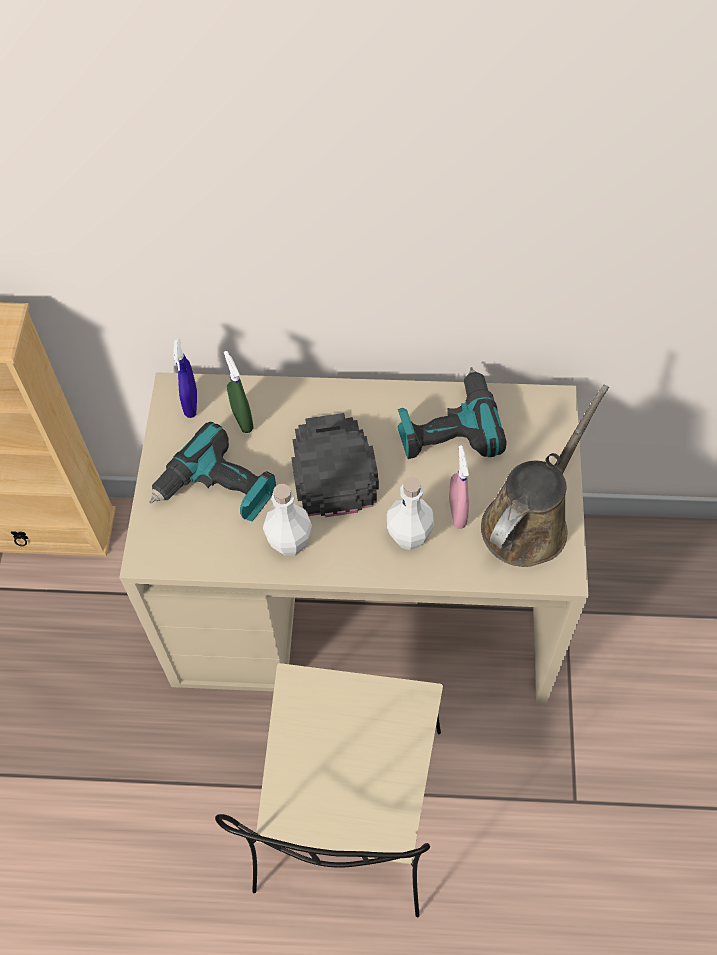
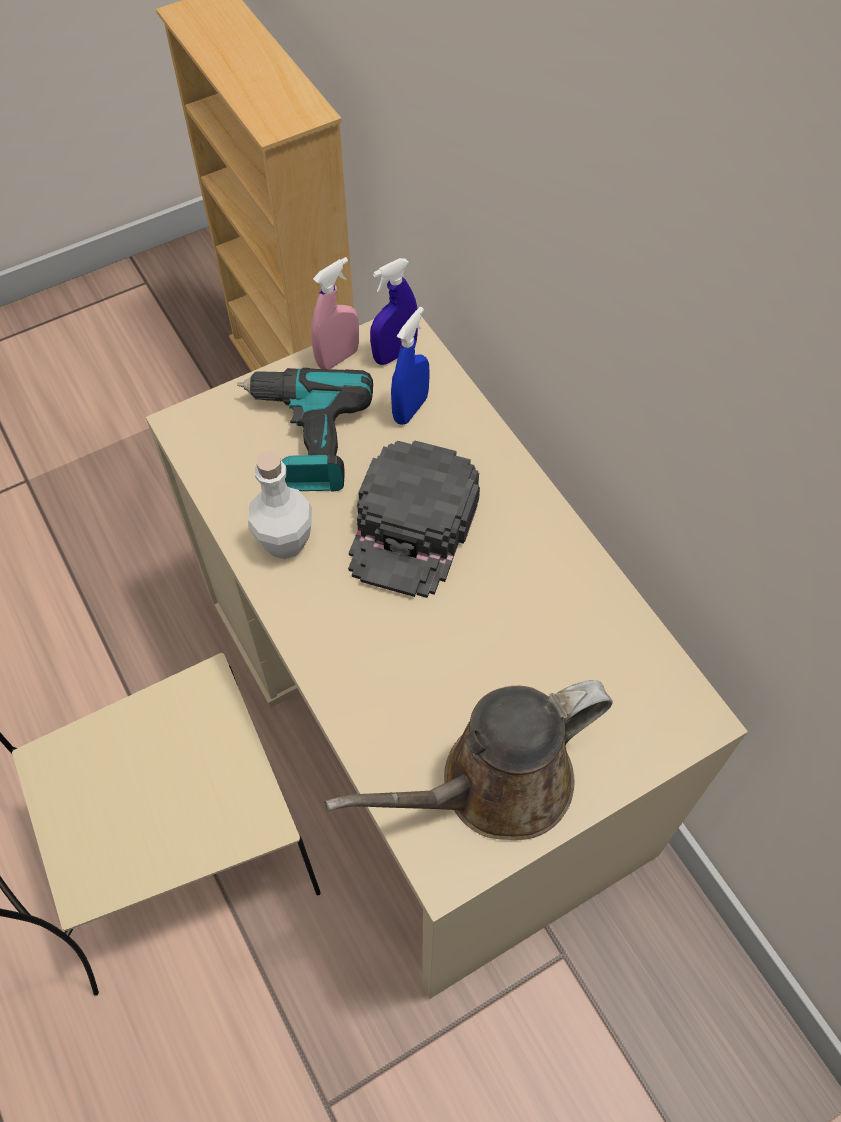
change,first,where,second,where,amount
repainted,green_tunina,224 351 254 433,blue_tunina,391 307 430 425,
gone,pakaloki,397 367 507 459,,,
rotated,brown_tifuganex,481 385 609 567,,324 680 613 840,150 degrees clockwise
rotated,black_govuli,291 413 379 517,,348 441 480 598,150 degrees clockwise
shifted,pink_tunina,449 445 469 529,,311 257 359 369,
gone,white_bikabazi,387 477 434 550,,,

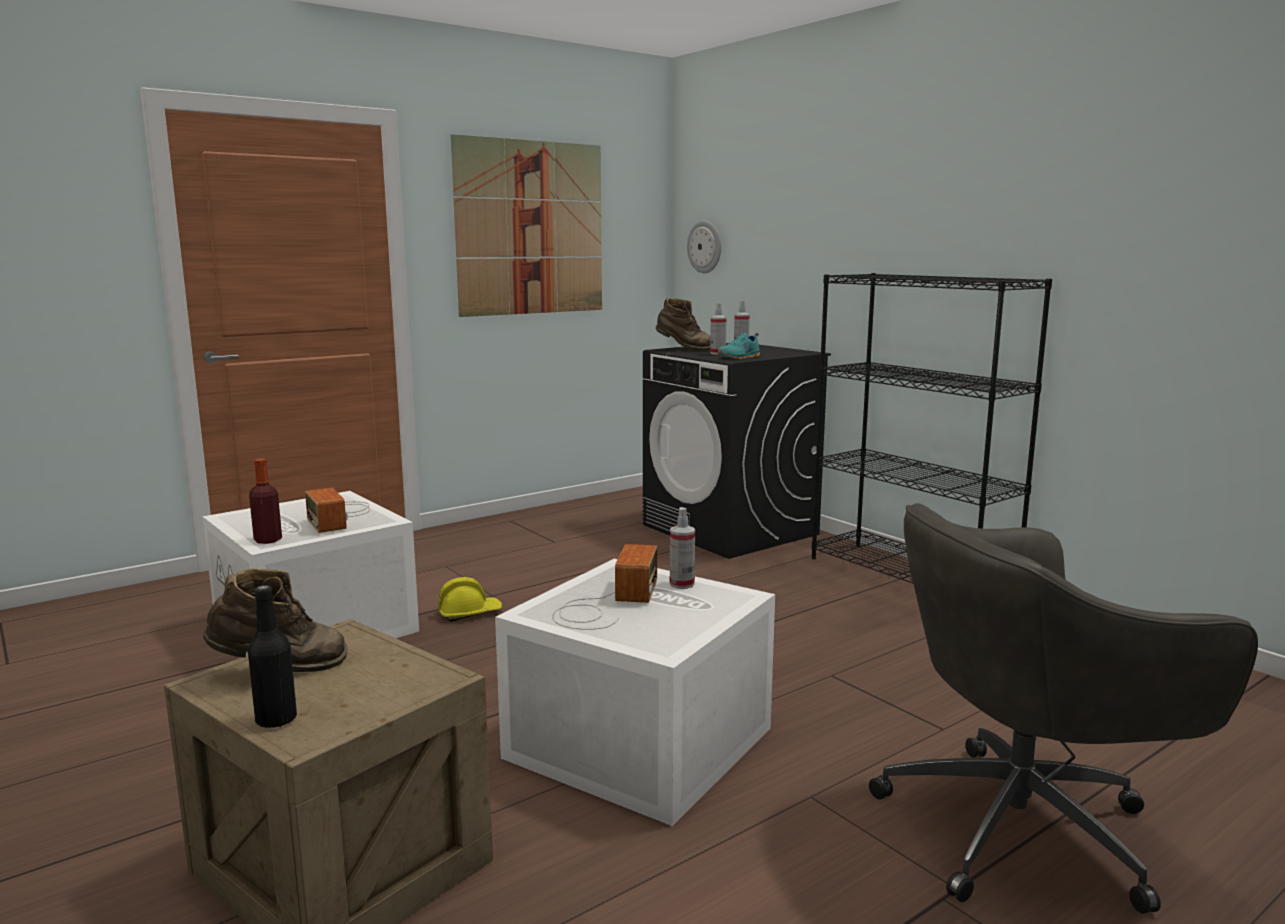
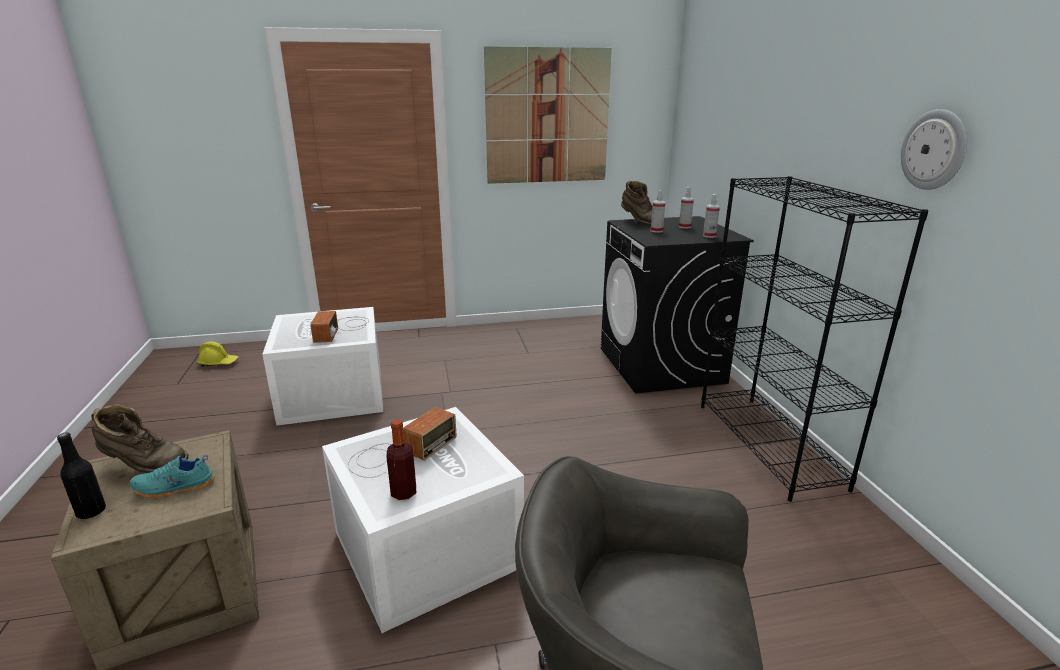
change,first,where,second,where,amount
shifted,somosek,687 220 721 273,,901 109 967 190,
shifted,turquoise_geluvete,718 333 760 359,,130 455 215 498,
shifted,bikabazi,249 458 282 544,,386 419 416 500,
shifted,tunina,670 507 695 589,,703 194 720 238,
shifted,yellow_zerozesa,438 577 502 622,,197 342 239 367,

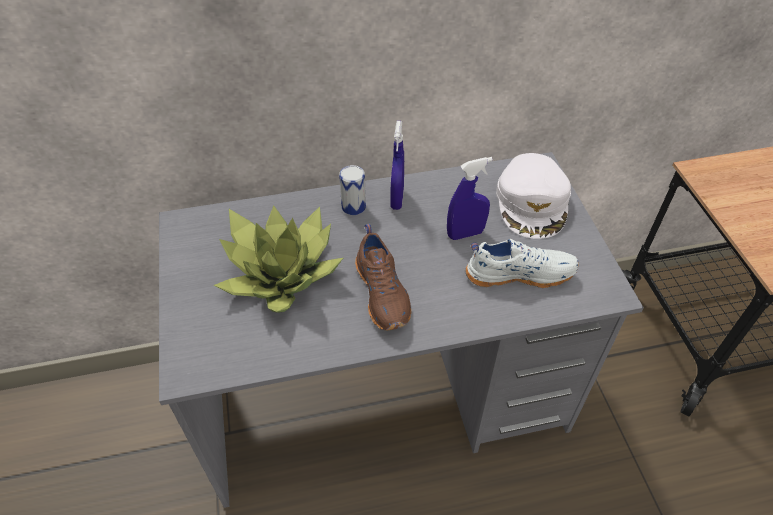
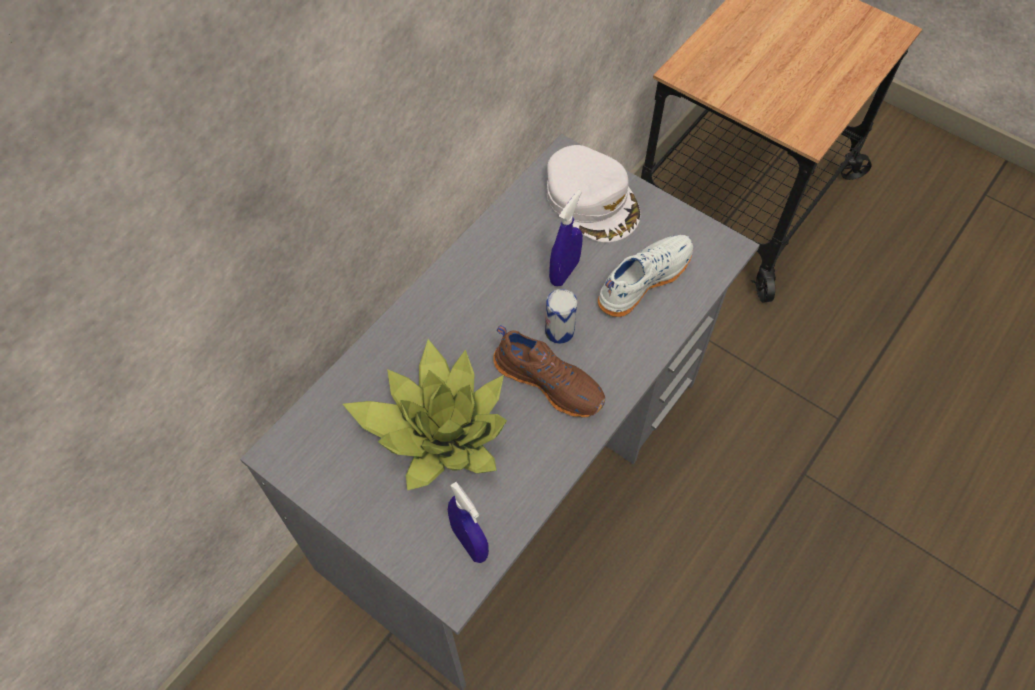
change,first,where,second,where,amount
shifted,blue_tunina,390 121 404 210,,448 482 489 563,
shifted,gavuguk,339 165 366 215,,545 289 577 344,

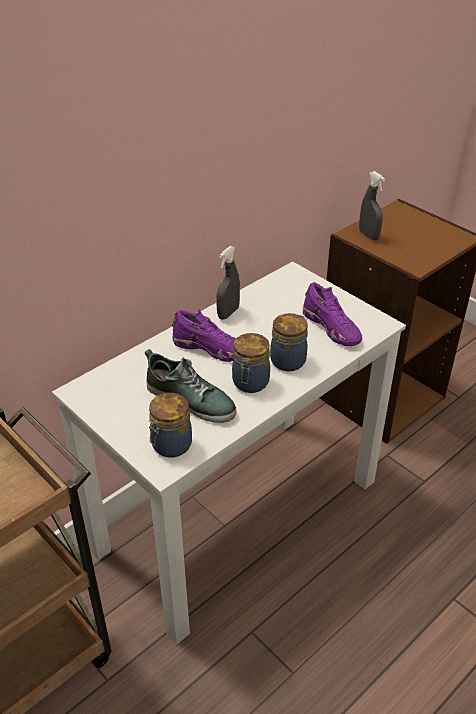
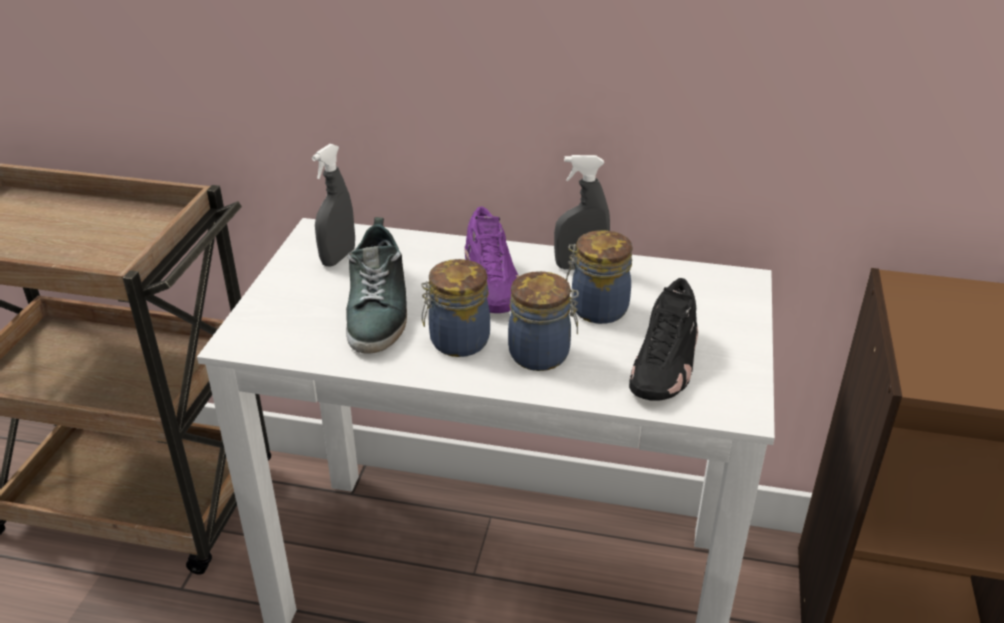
change,first,where,second,where,amount
shifted,grey_tunina,359 171 385 240,,312 144 355 267,
repainted,purple_geluvete,303 282 362 346,black_geluvete,629 278 698 401,
shifted,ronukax,149 393 192 458,,566 230 632 324,

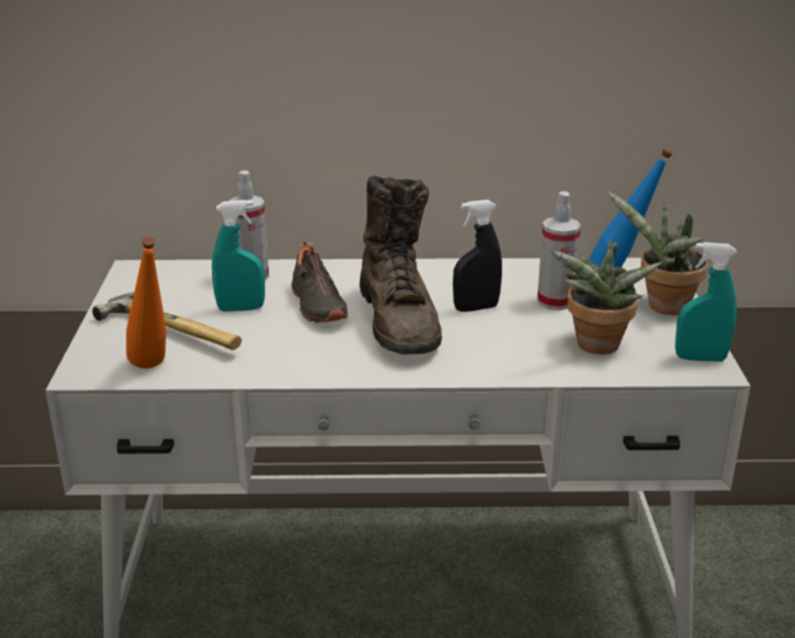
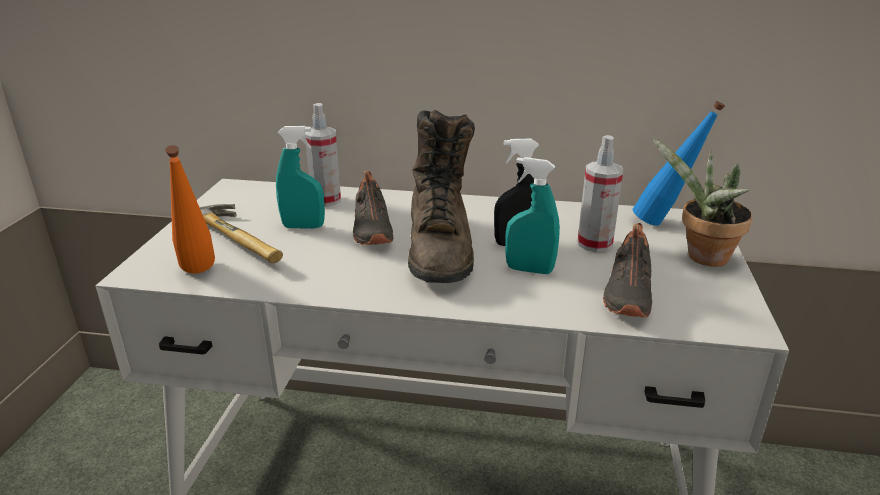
change,first,where,second,where,amount
swapped,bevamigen,550 240 662 355,black_geluvete,603 223 652 317,
shifted,turquoise_tunina,675 242 737 362,,505 157 560 274,

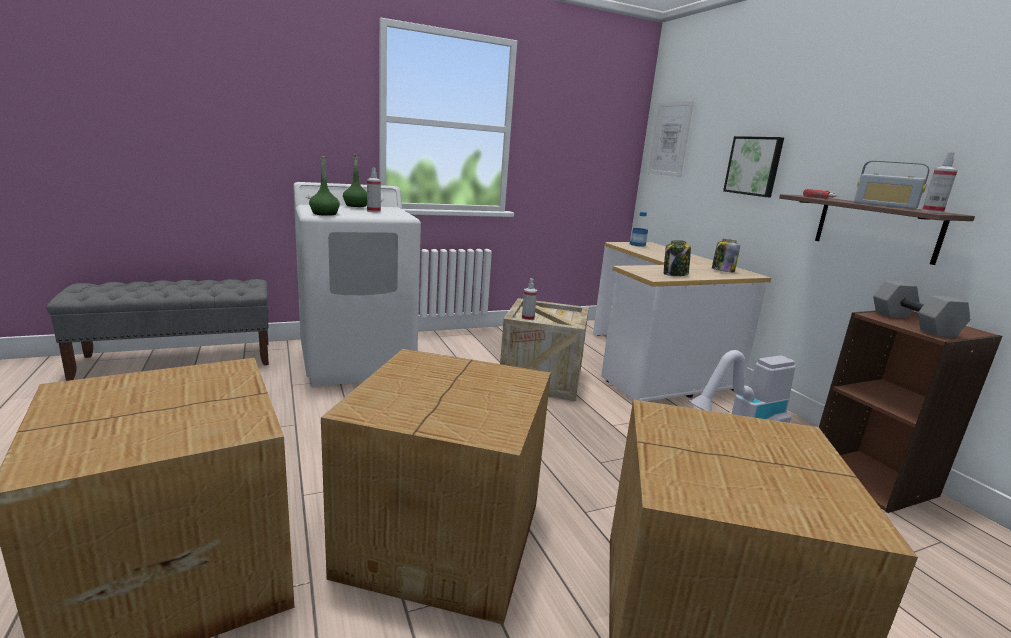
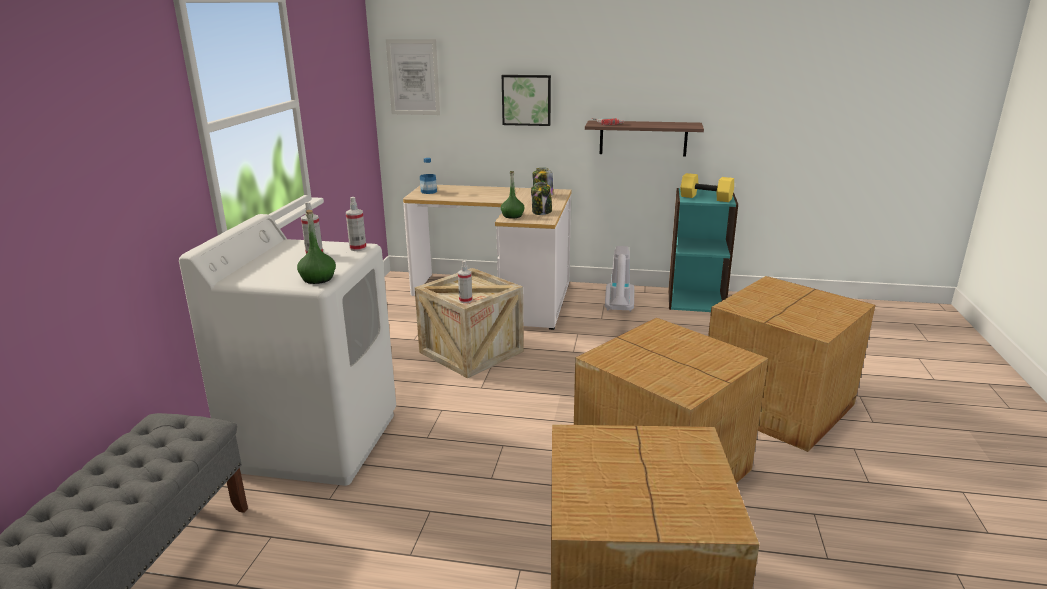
change,first,where,second,where,amount
shifted,tunina,922 152 958 213,,346 197 367 251,
shifted,green_bikabazi,343 155 367 207,,501 171 524 219,
gone,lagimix,854 161 930 209,,,
repainted,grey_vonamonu,873 281 970 337,yellow_vonamonu,680 173 734 202,
repainted,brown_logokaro,819 311 1003 513,turquoise_logokaro,668 188 738 312,

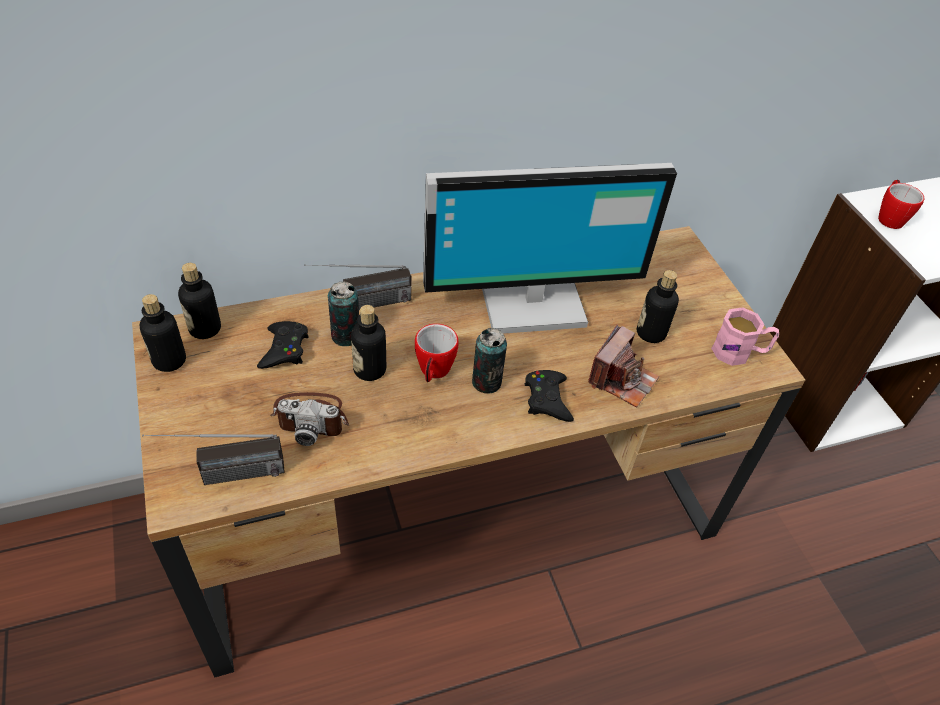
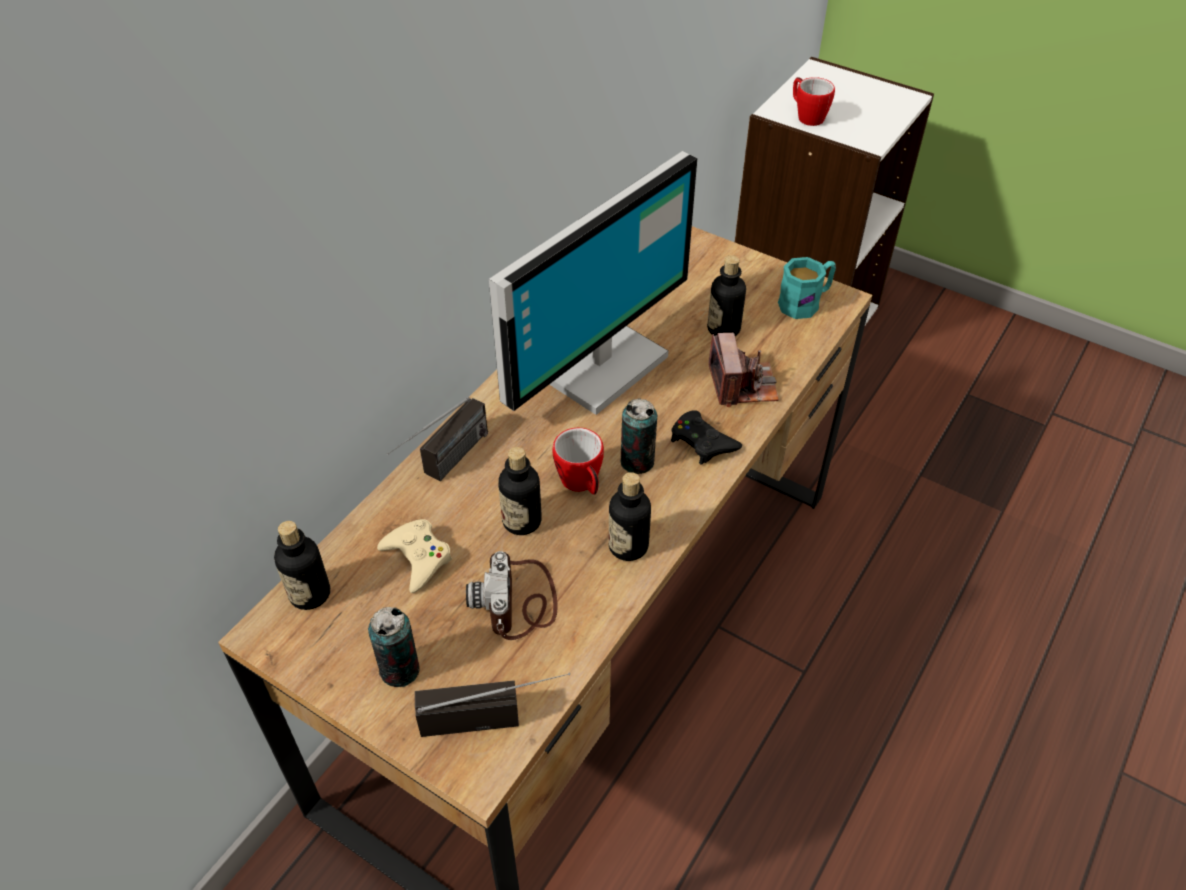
change,first,where,second,where,amount
shifted,gavuguk,327 282 359 346,,368 607 420 687,
shifted,bikabazi,139 294 186 372,,608 472 651 561,
repainted,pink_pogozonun,711 307 779 366,turquoise_pogozonun,778 257 836 319,
repainted,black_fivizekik,257 321 309 369,beige_fivizekik,377 519 452 593,
rotated,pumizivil,271 392 349 446,,466 551 558 640,120 degrees clockwise
rotated,lagimix,142 434 285 485,,415 673 570 737,135 degrees counterclockwise

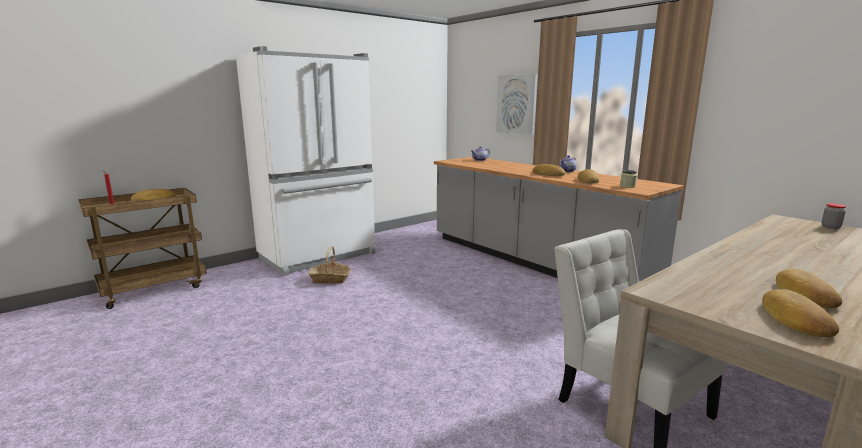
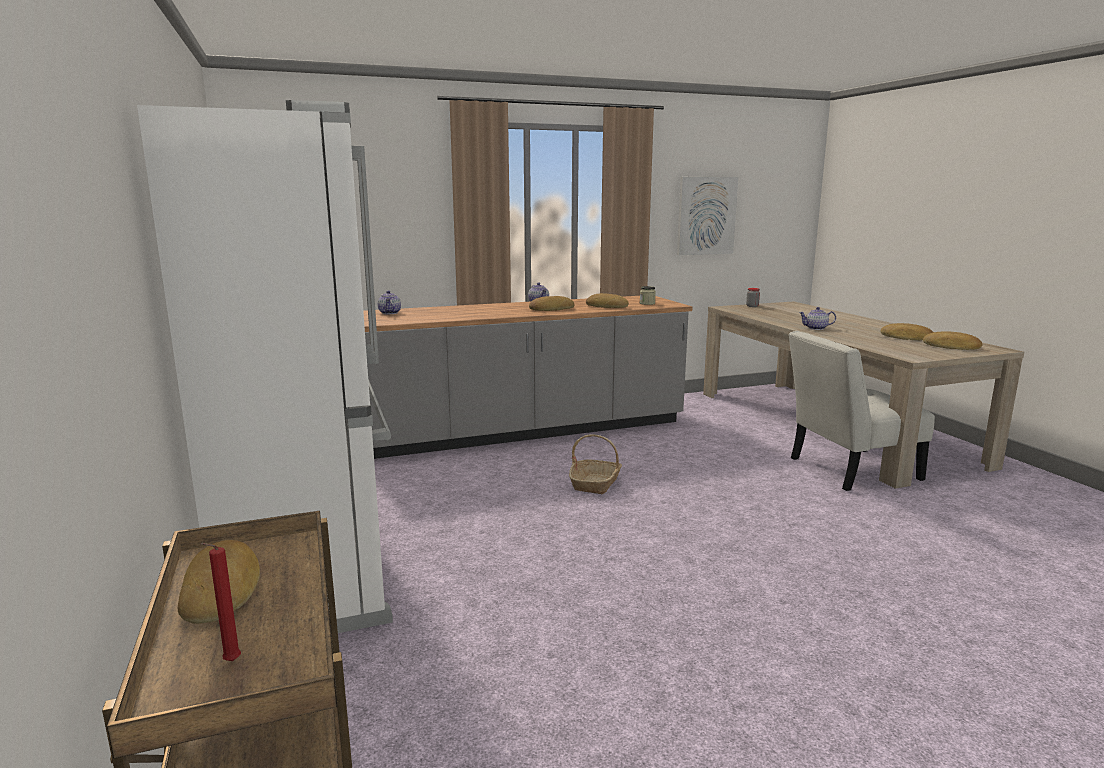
change,first,where,second,where,amount
shifted,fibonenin,496 74 538 135,,677 177 738 255,
shifted,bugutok,308 246 351 284,,569 434 622 494,
new,,,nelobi,799 307 836 330,

